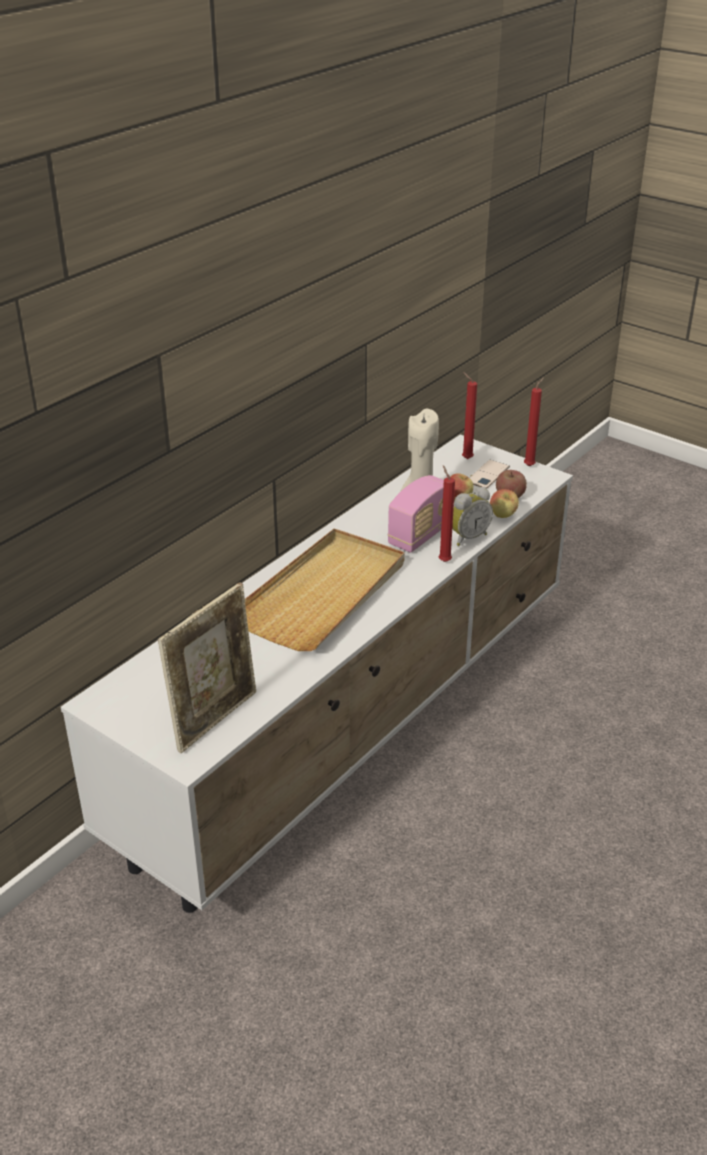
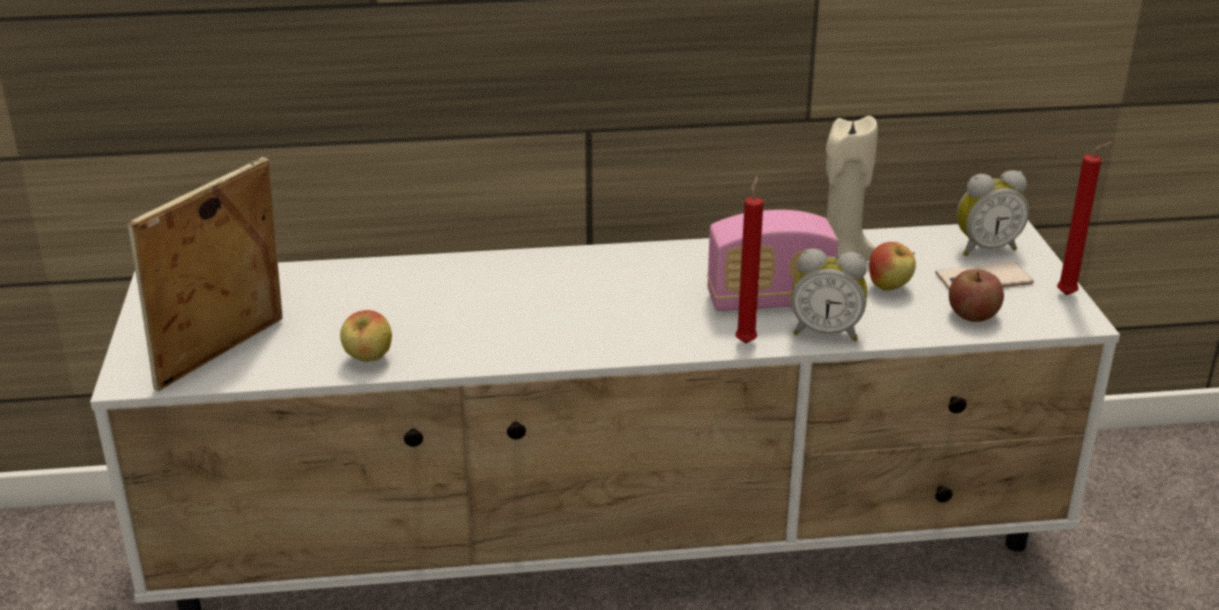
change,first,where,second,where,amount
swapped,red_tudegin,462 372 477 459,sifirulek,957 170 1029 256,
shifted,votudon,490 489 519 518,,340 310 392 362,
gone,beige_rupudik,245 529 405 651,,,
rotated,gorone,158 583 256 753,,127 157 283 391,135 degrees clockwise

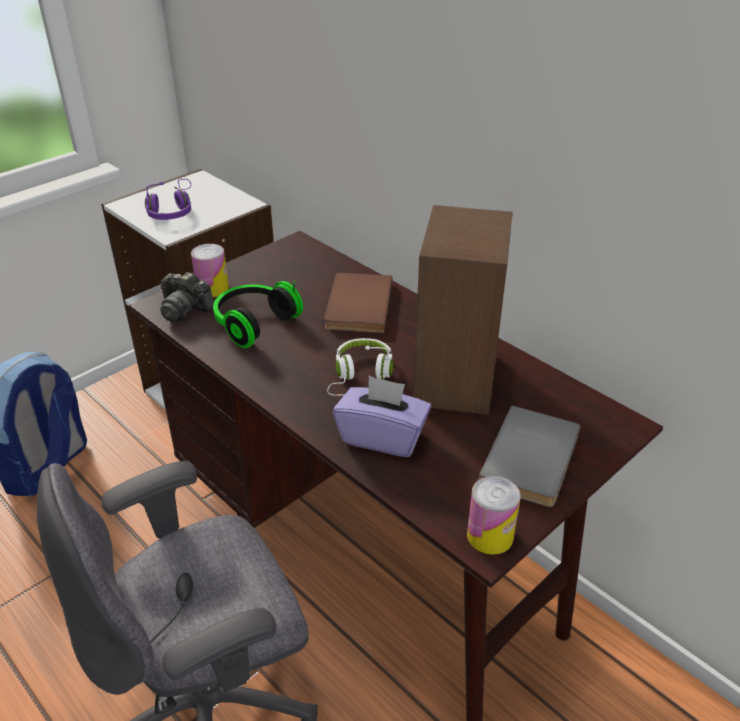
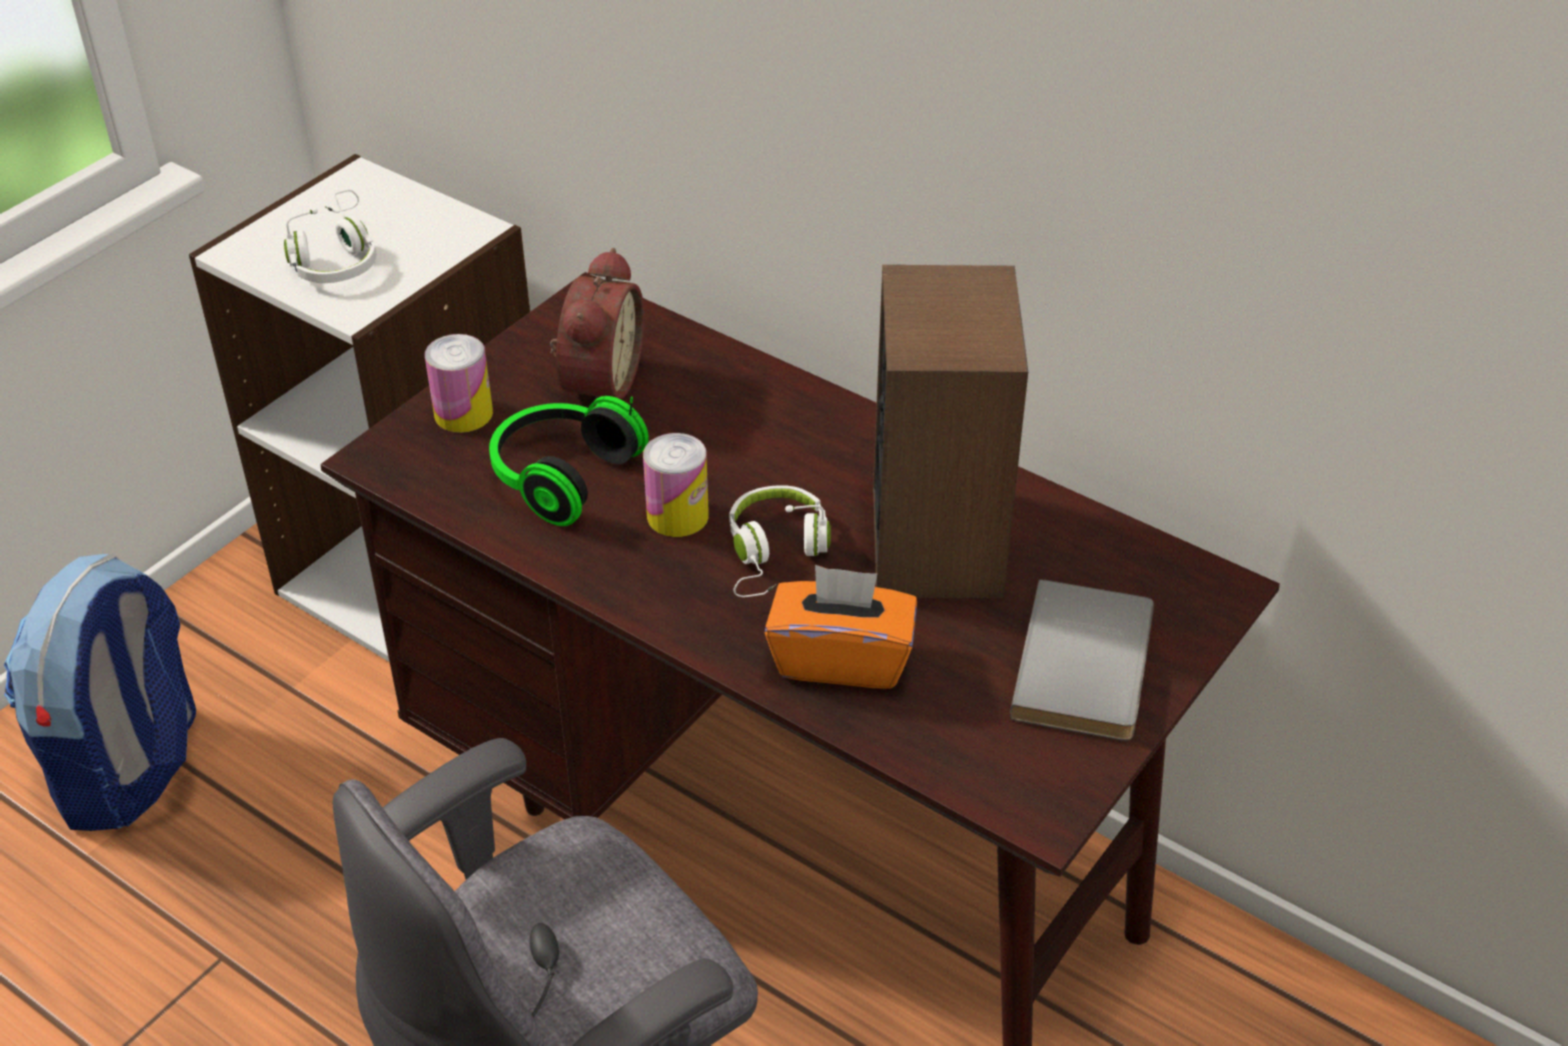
change,first,where,second,where,amount
repainted,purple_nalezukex,145 179 191 220,white_nalezukex,284 190 377 283,
gone,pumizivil,160 272 214 322,,,
gone,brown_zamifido,325 273 393 333,,,
repainted,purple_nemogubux,333 375 431 457,orange_nemogubux,765 565 917 689,
shifted,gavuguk,467 476 521 555,,643 433 709 537,
new,,,sifirulek,550 248 644 405,

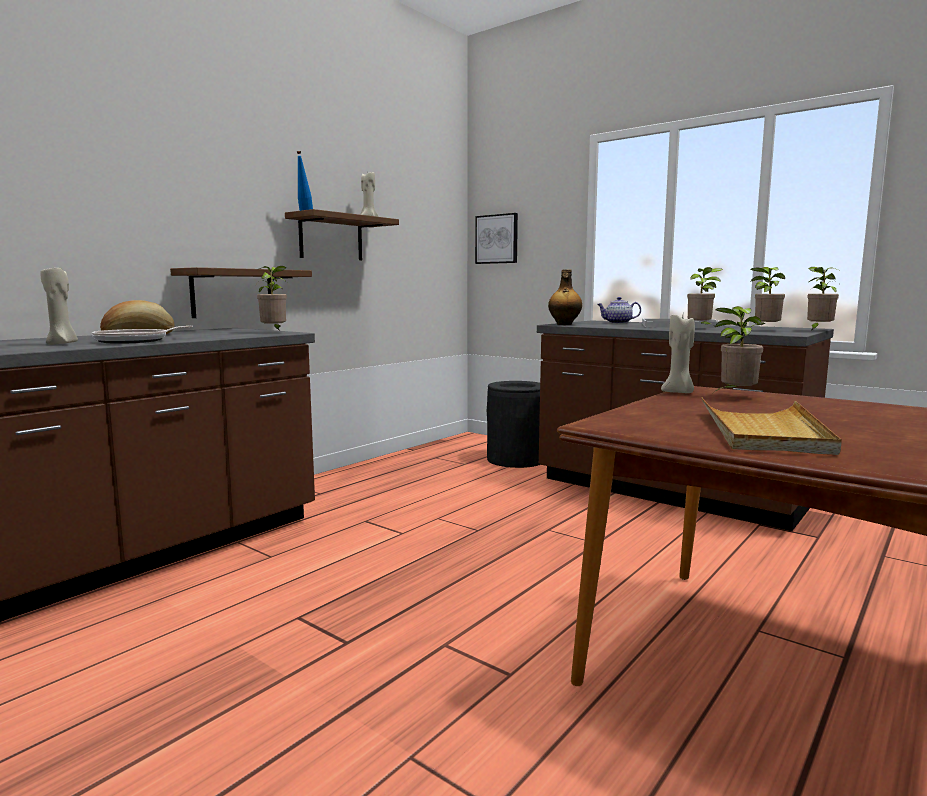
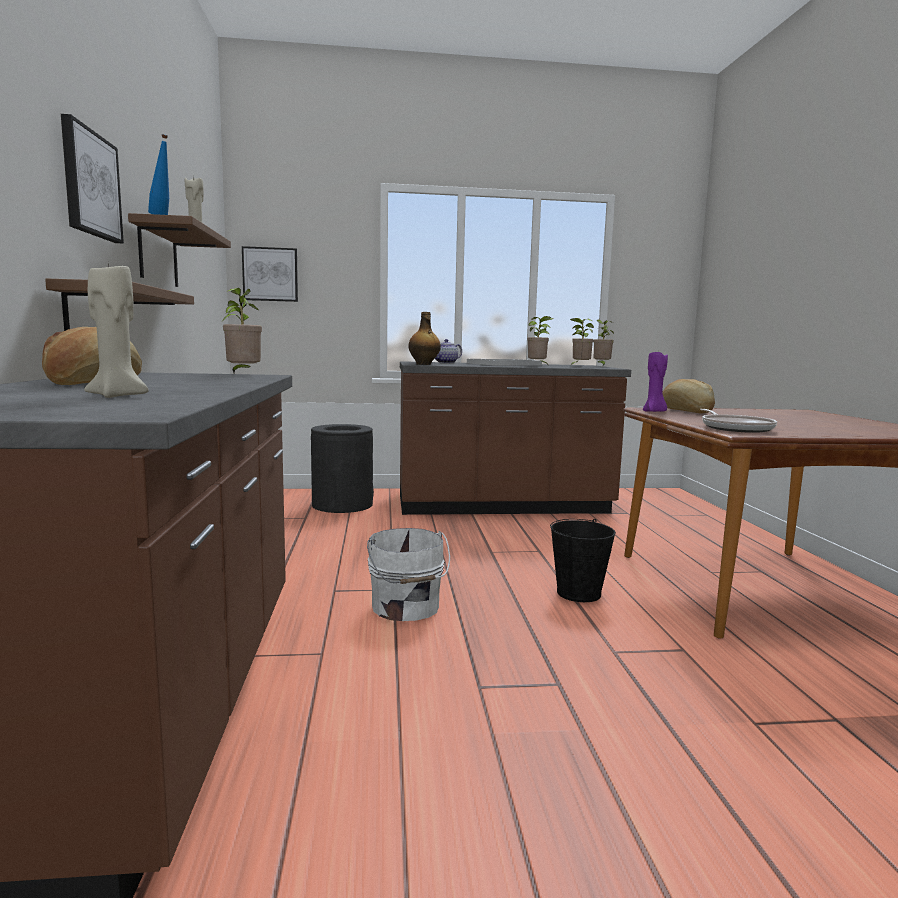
change,first,where,second,where,amount
swapped,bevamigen,715 306 763 391,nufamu,662 379 715 414,
repainted,beige_tudegin,661 315 695 393,purple_tudegin,643 351 668 412,
shifted,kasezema,92 326 193 344,,700 409 777 433,
gone,beige_rupudik,702 398 842 455,,,
new,,,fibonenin,61 114 124 243,
new,,,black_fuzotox,550 519 616 602,
new,,,white_fuzotox,367 528 450 621,

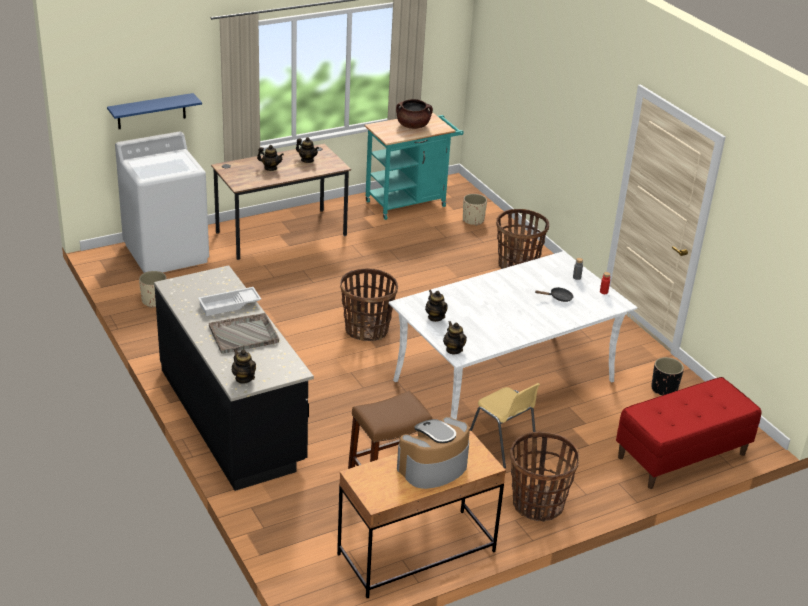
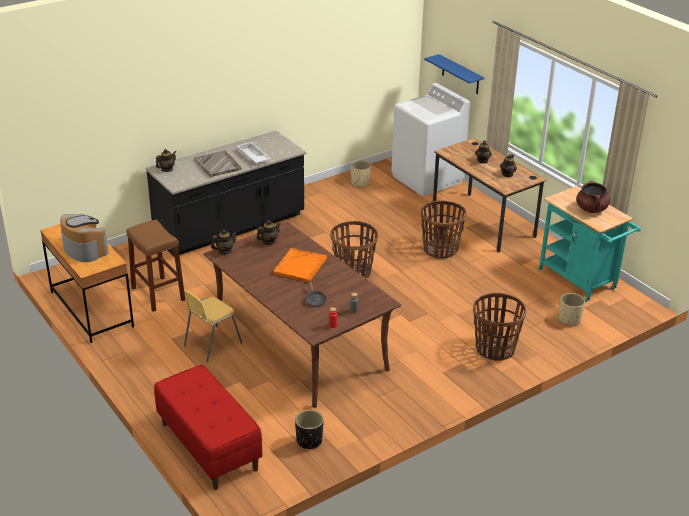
change,first,where,second,where,amount
repainted,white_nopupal,389 251 637 420,brown_nopupal,204 222 401 408,
shifted,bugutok,510 432 580 522,,421 200 467 259,
new,,,orange_rupudik,273 248 327 282,

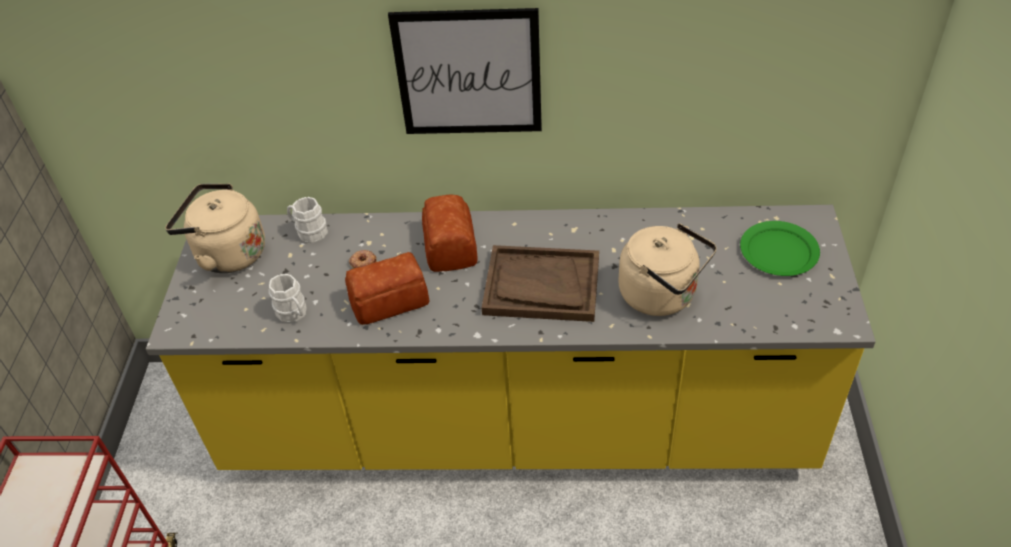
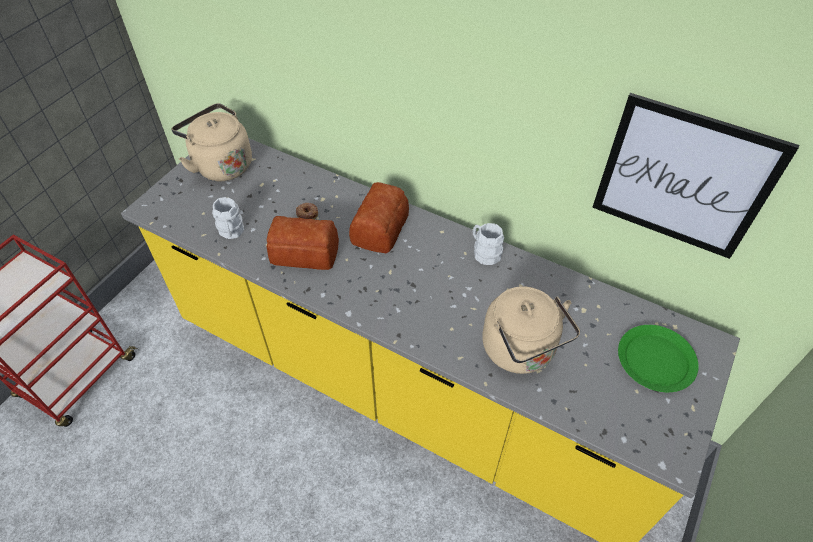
change,first,where,second,where,amount
shifted,fibonenin,388 8 542 134,,592 93 799 259,
shifted,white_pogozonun,287 197 328 243,,473 223 504 265,
gone,brown_rupudik,482 245 599 322,,,

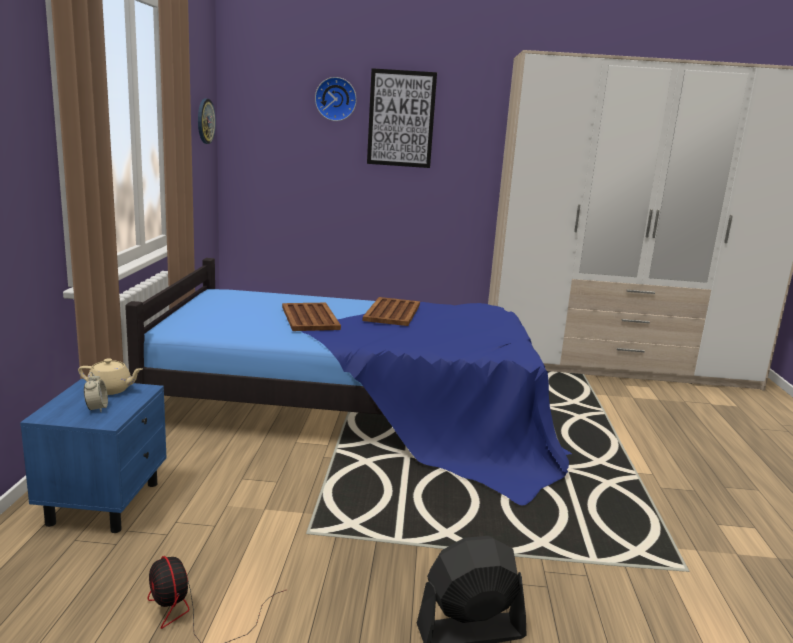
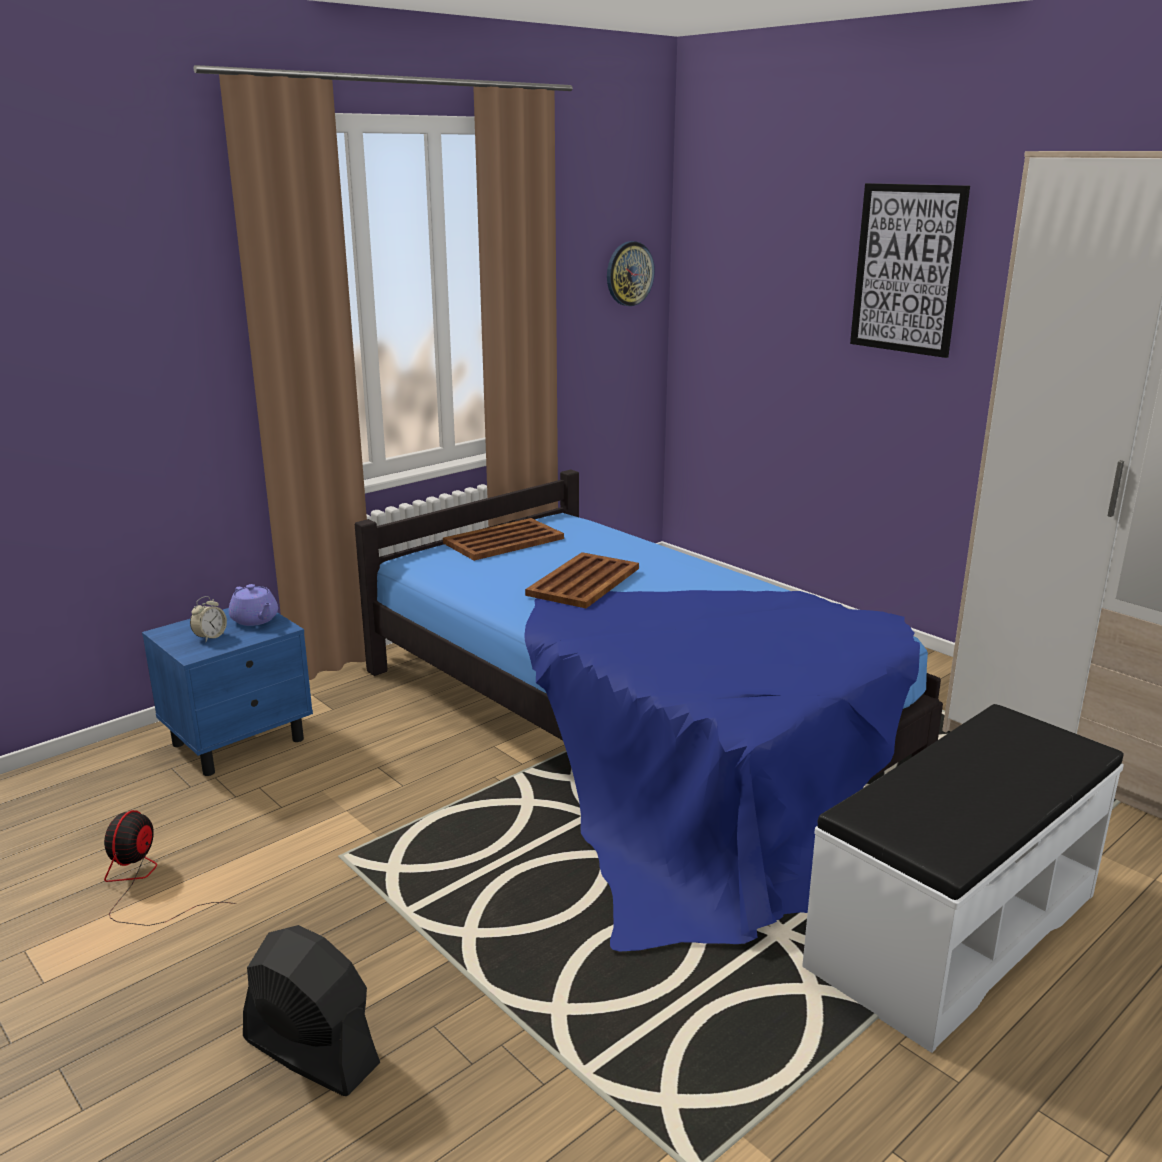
change,first,where,second,where,amount
gone,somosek,315 77 357 121,,,
shifted,brown_rupudik,363 297 420 326,,443 518 564 561,
repainted,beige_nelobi,78 358 143 395,purple_nelobi,229 584 278 626,
new,,,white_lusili,802 704 1124 1053,

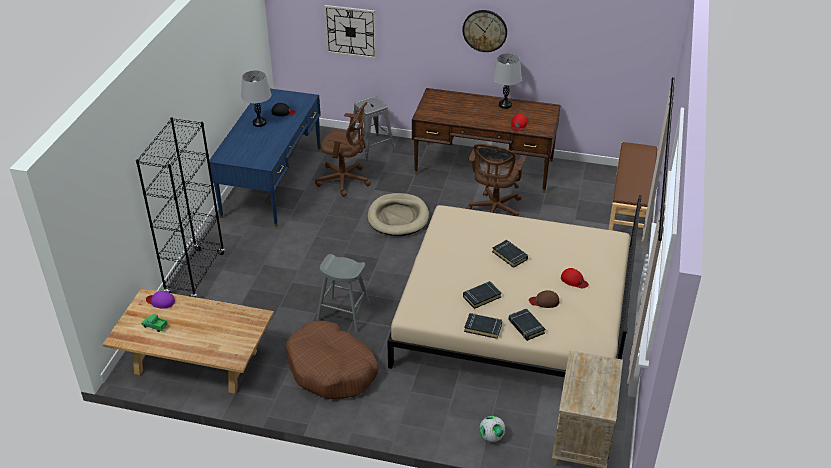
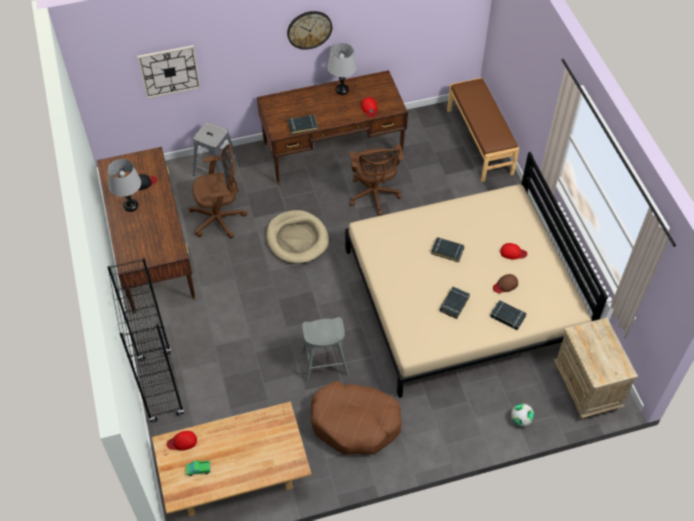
change,first,where,second,where,amount
repainted,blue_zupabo,209 89 321 227,brown_zupabo,97 147 196 314,
repainted,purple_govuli,146 291 175 309,red_govuli,166 431 197 451,
shifted,black_zamifido,464 313 502 339,,288 115 318 135,

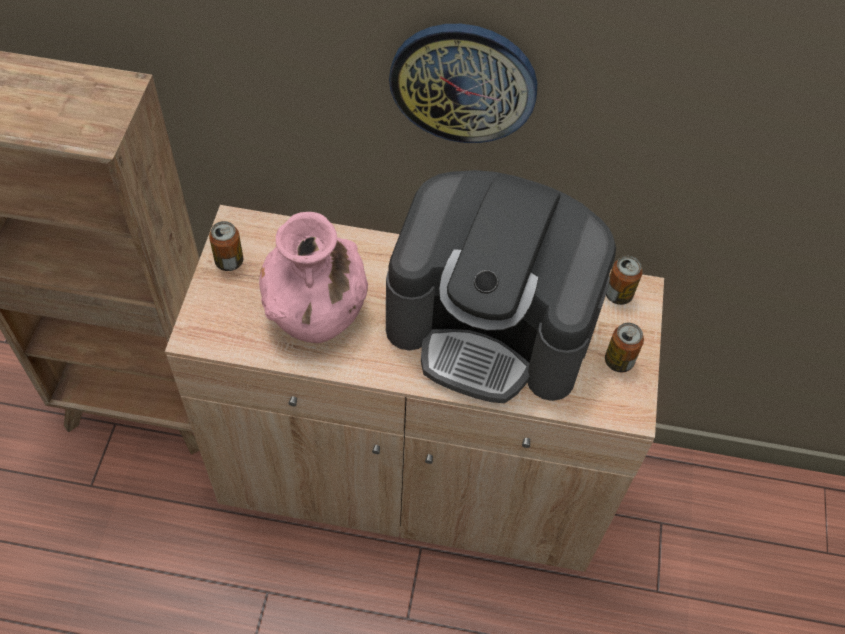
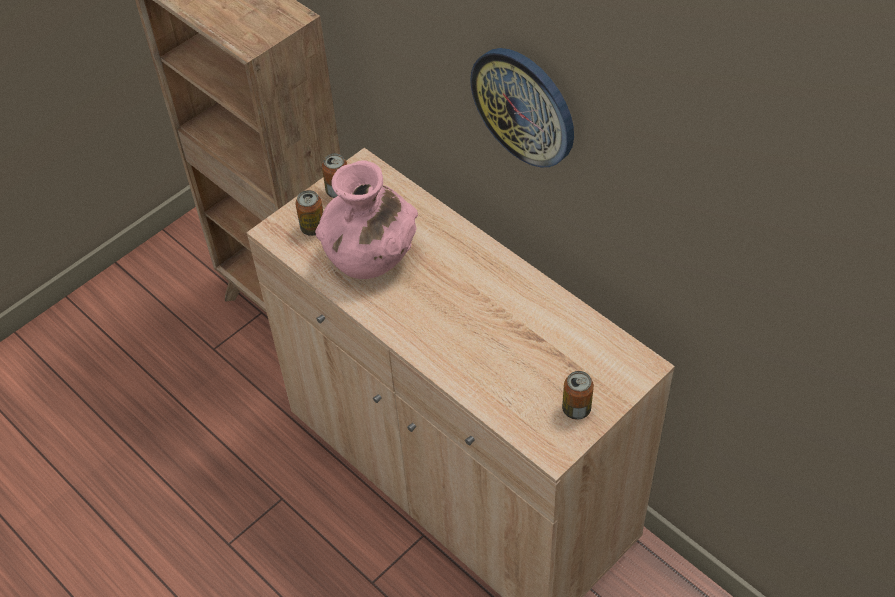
change,first,where,second,where,amount
gone,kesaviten,386 170 616 403,,,
shifted,gavuguk,606 256 643 305,,295 190 323 236,

